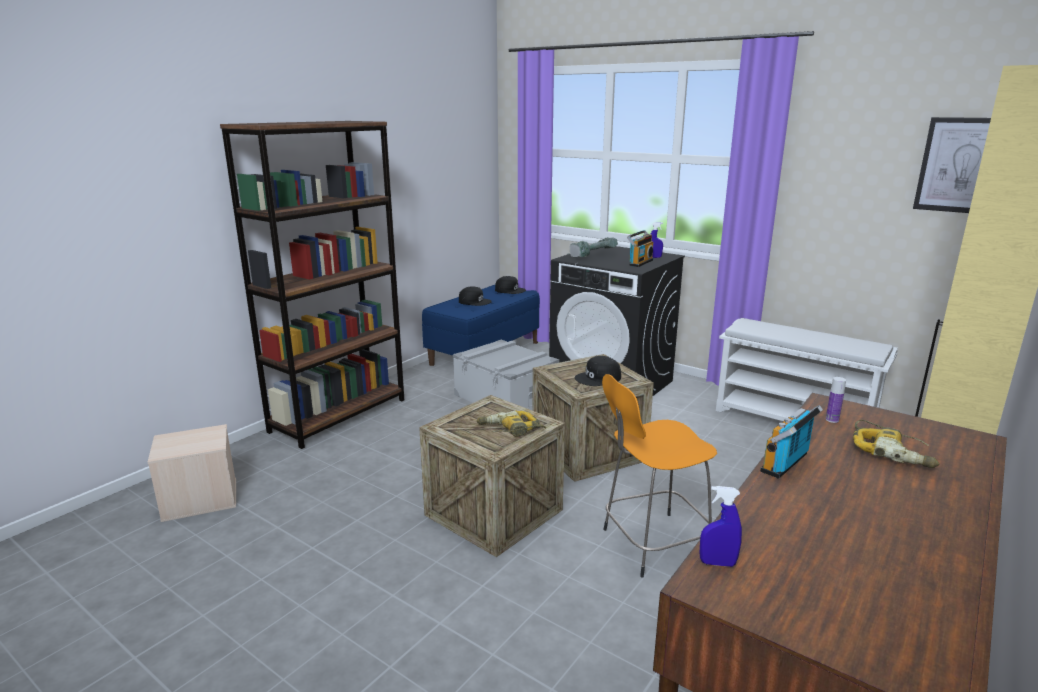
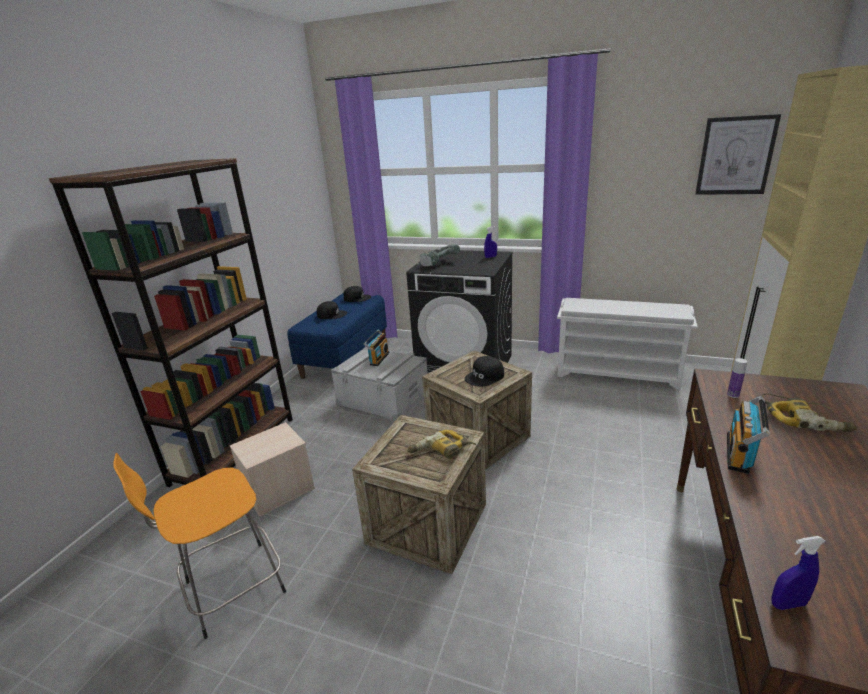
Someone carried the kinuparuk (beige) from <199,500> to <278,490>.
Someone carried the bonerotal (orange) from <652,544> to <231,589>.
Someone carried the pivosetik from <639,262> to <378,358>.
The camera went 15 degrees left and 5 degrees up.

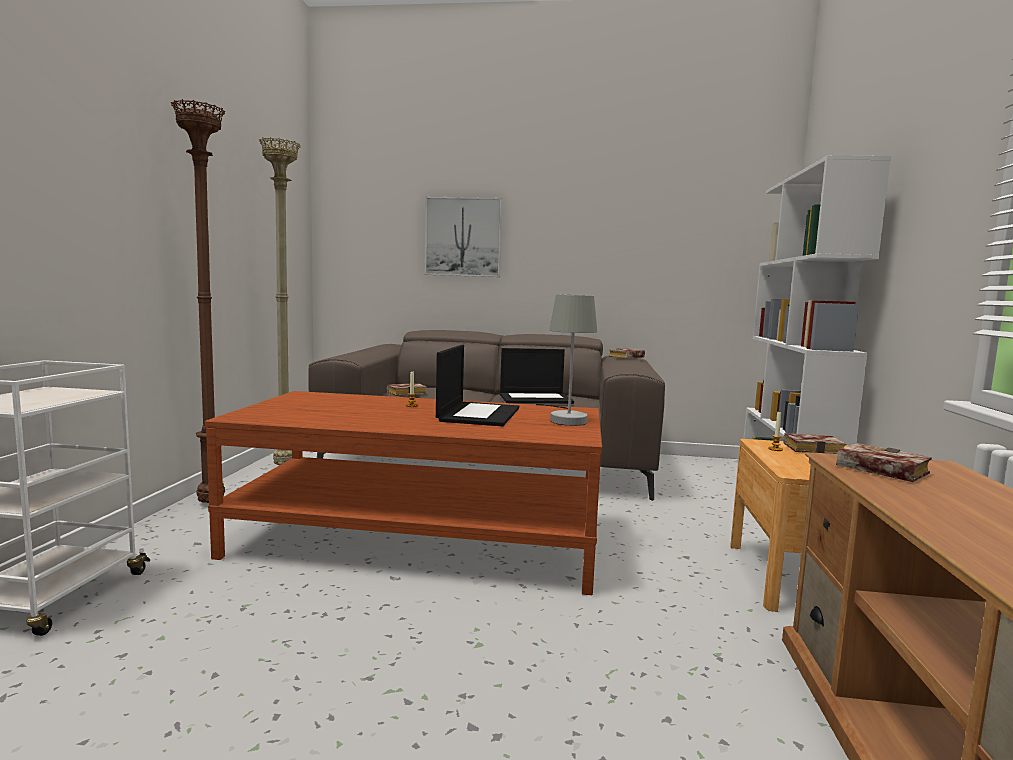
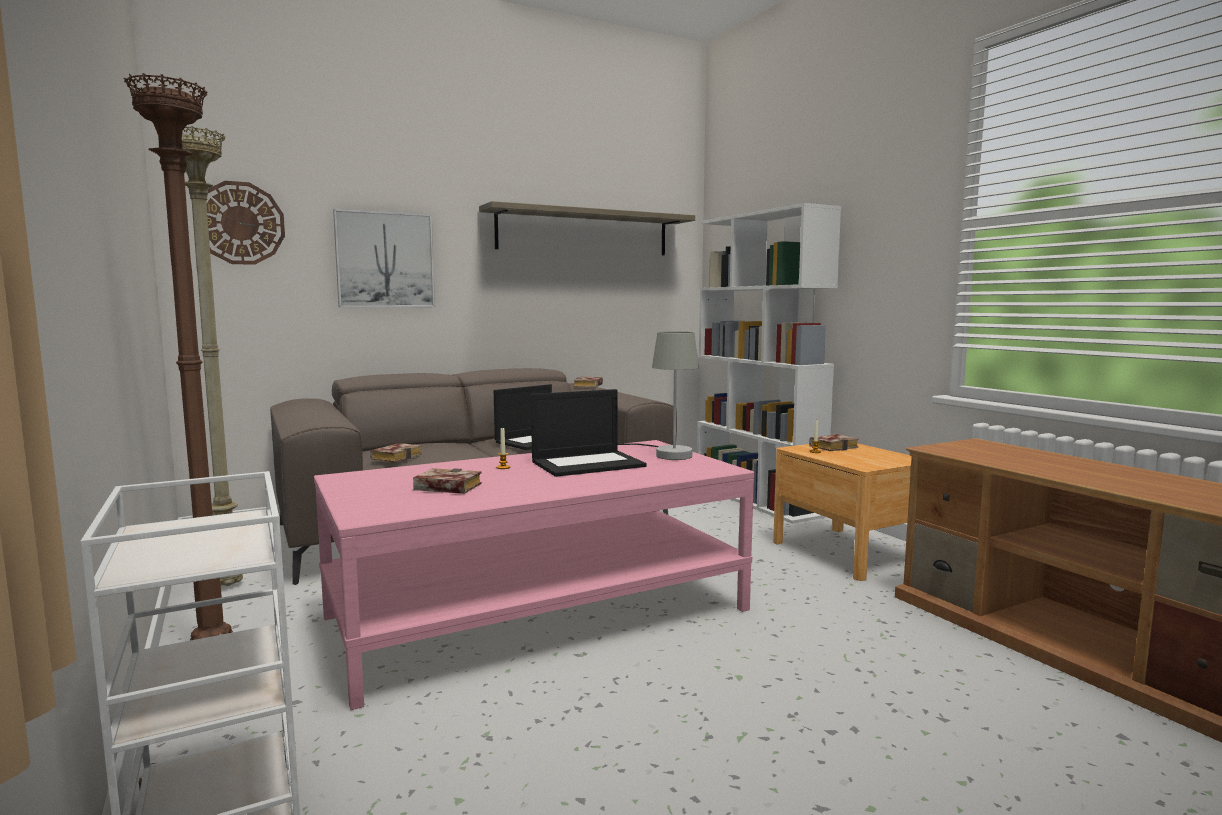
Someone put up the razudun at <240,223>.
Someone put up the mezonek at <584,232>.
Someone carried the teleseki from <877,470> to <445,488>.
Someone repainted the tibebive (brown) at <420,539>, which became the tibebive (pink) at <540,613>.
Someone rotated the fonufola at <478,414> by 90 degrees clockwise.
The camera went 35 degrees left and 0 degrees up.

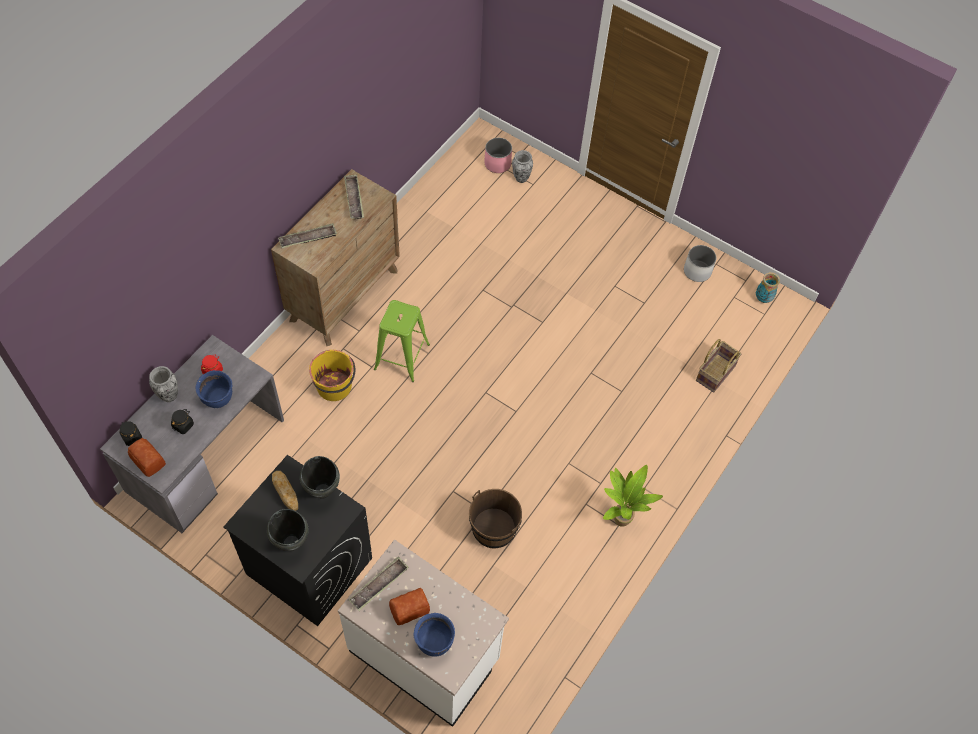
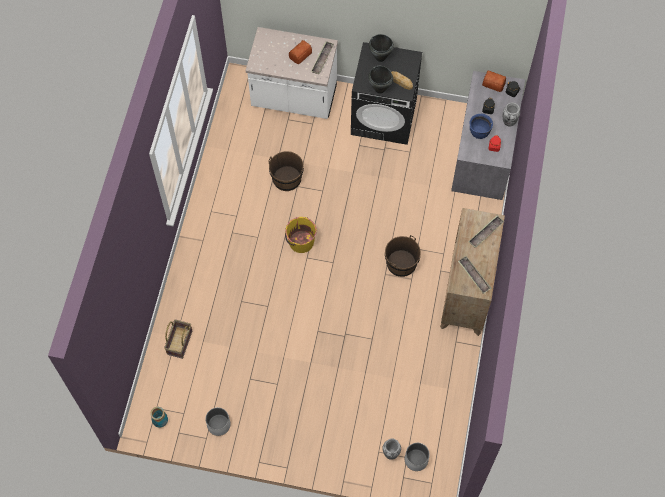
Someone took away the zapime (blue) at <434,641>.
Someone took away the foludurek at <619,518>.
Someone carried the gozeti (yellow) from <334,387> to <301,242>.
Someone swapped the bonerotal (green) at <401,357> for the gozeti (brown) at <401,263>.
Someone repainted the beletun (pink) at <497,164>, which became the beletun (white) at <416,459>.
The camera went 160 degrees right and 5 degrees up.

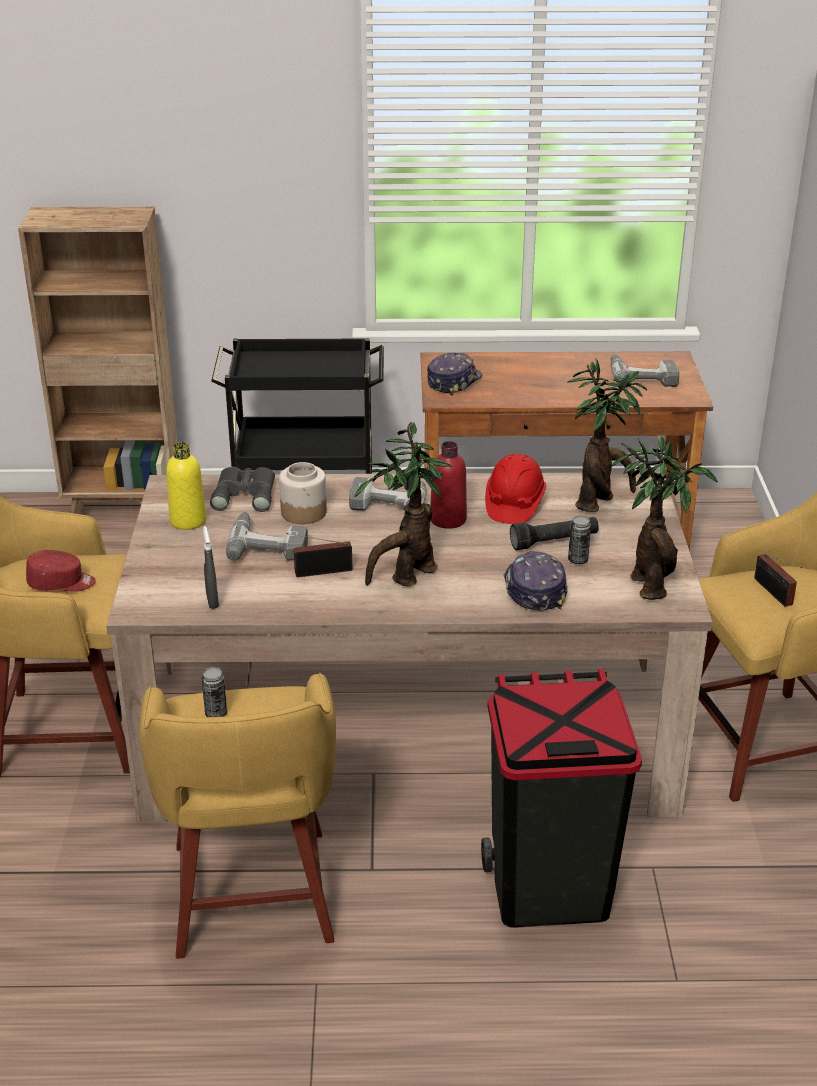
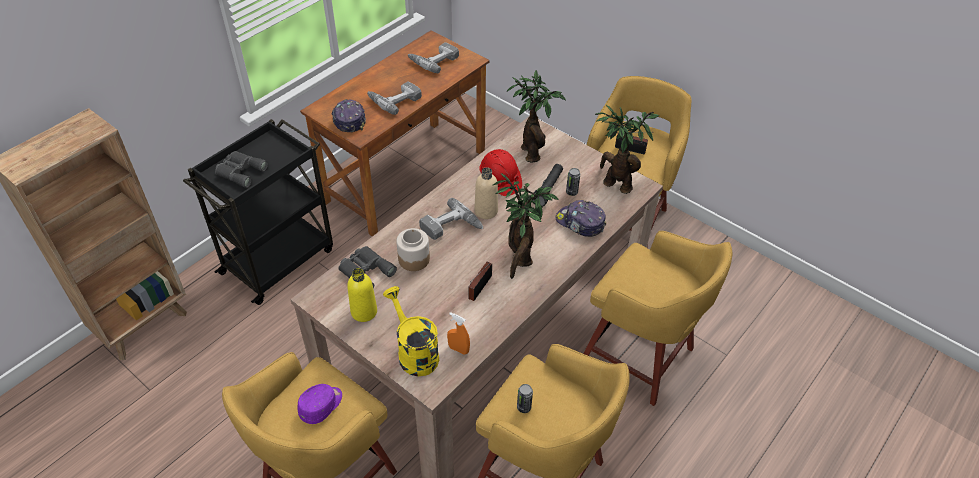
Someone put down the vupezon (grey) at <240,171>.
Someone put down the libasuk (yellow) at <414,352>.
Someone carried the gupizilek from <269,544> to <394,99>.
Someone swapped the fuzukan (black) at <549,889> for the bonerotal (yellow) at <640,357>.
Someone repainted the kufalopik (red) at <61,583>, which became the kufalopik (purple) at <321,406>.
Someone repainted the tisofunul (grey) at <212,601>, which became the tisofunul (orange) at <458,349>.
Someone repainted the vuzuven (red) at <448,519>, which became the vuzuven (beige) at <486,211>.
The camera went 50 degrees left and 15 degrees up.

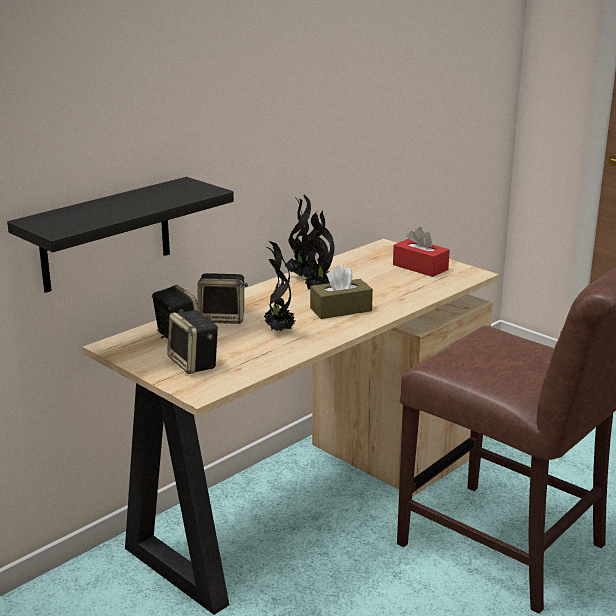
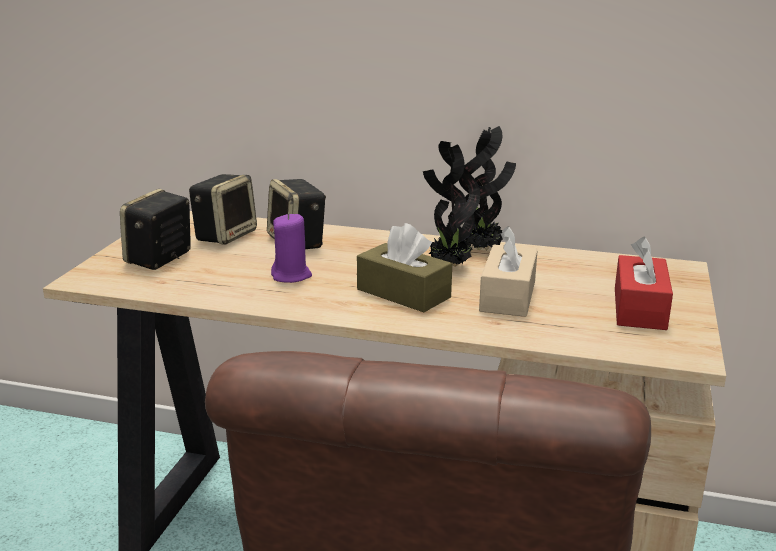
Someone took away the mezonek (black) at <106,235>.
Someone put down the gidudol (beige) at <508,296>.
Someone swapped the foludurek at <278,331> for the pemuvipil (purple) at <291,276>.
The camera went 60 degrees right and 0 degrees up.

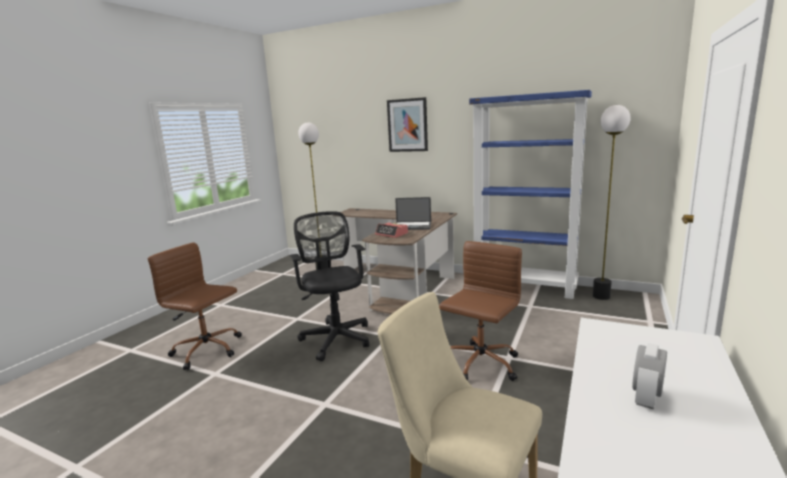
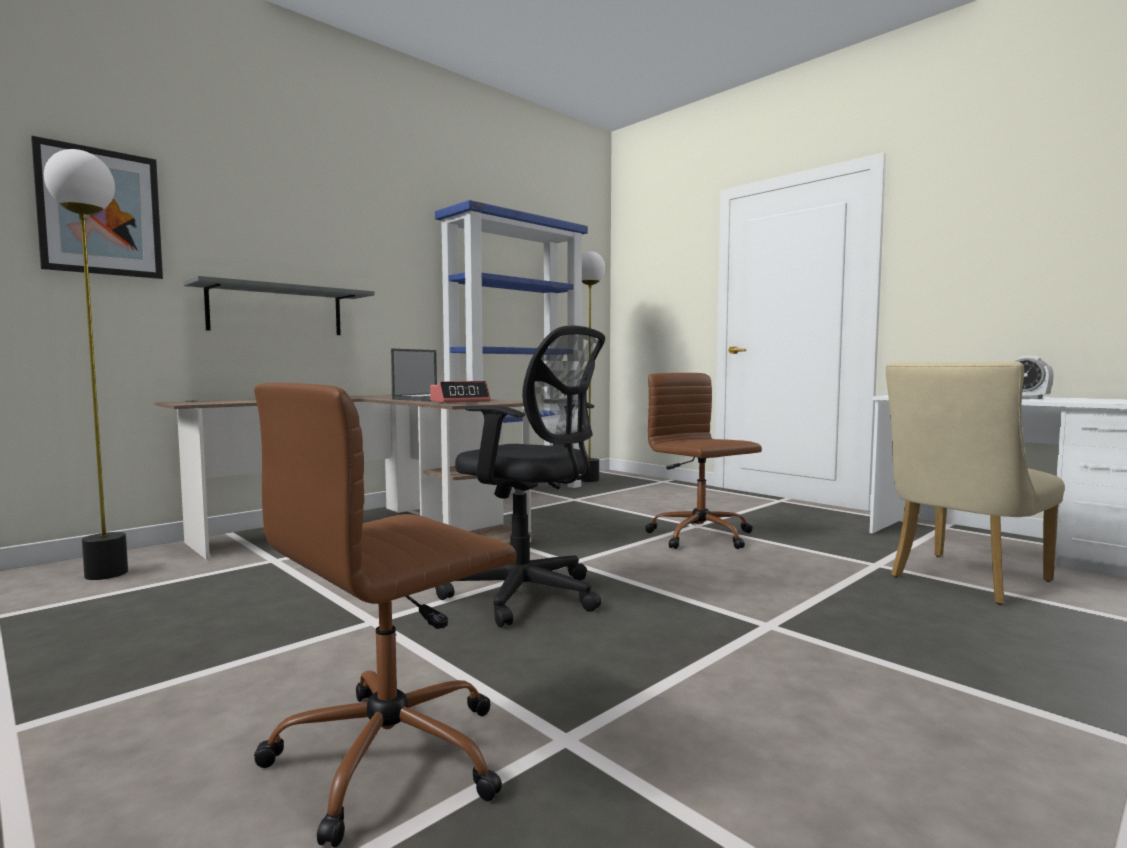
Someone put up the mezonek (grey) at <276,310>.
Someone carried the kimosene from <407,125> to <100,212>.
Someone rotated the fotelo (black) at <336,337> by 150 degrees counterclockwise.
The camera went 70 degrees left and 10 degrees down.

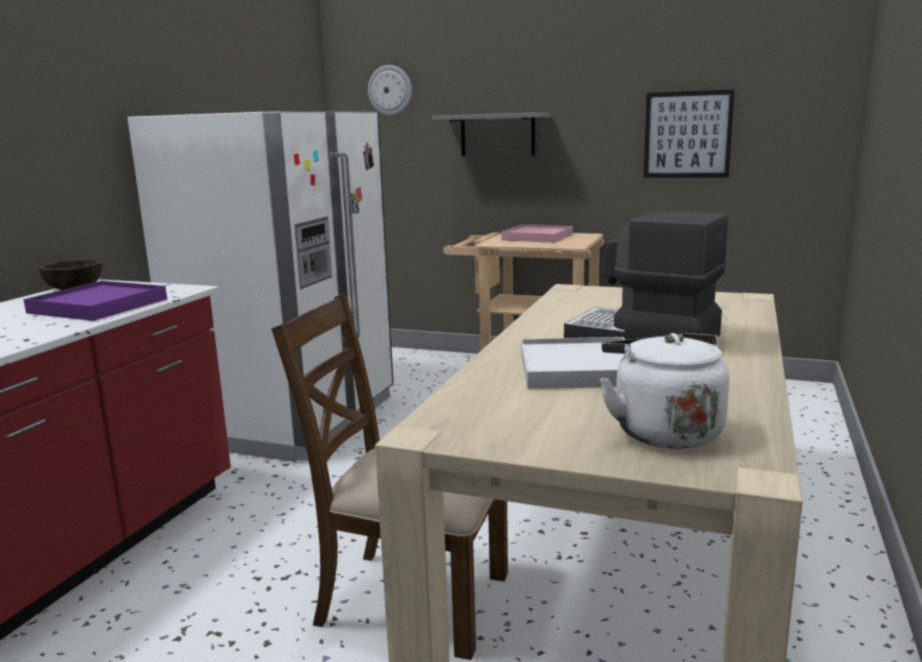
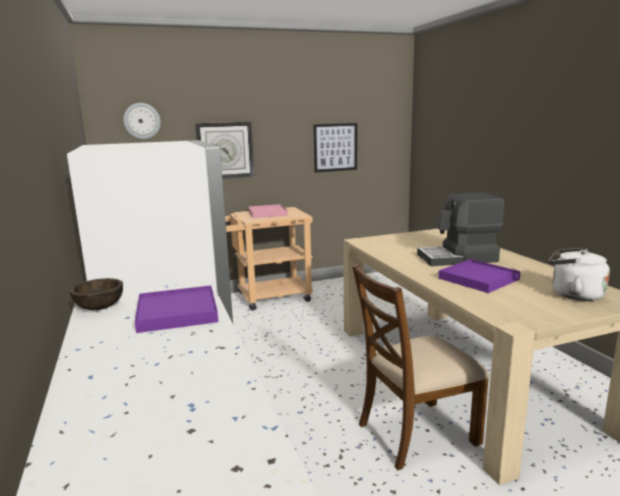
Someone swapped the mezonek (grey) at <497,134> for the razudun at <225,150>.
Someone repainted the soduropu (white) at <578,369>, which became the soduropu (purple) at <478,279>.
The camera went 40 degrees left and 0 degrees up.

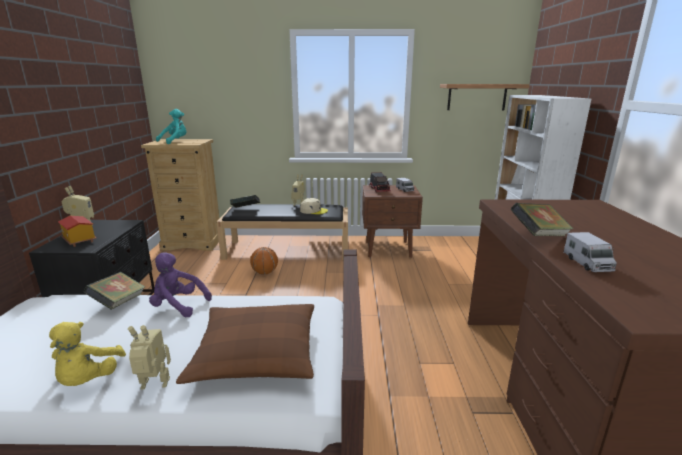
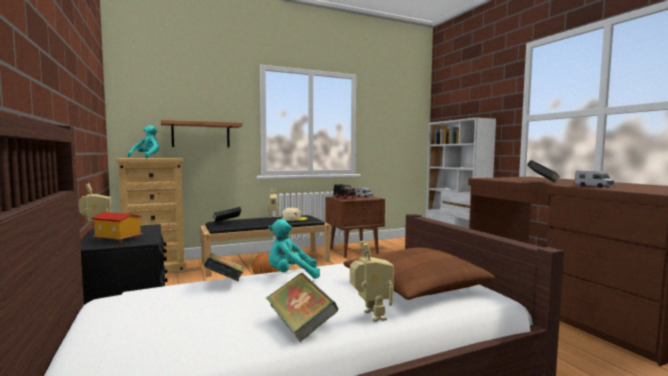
Someone carried the mezonek from <477,97> to <201,135>.
Someone swapped the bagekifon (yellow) at <89,379> for the teleseki at <300,325>.
Someone repainted the bagekifon (purple) at <178,306>, which became the bagekifon (turquoise) at <291,275>.
Someone rotated the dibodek at <154,386> by 105 degrees clockwise.
The camera went 25 degrees left and 15 degrees down.

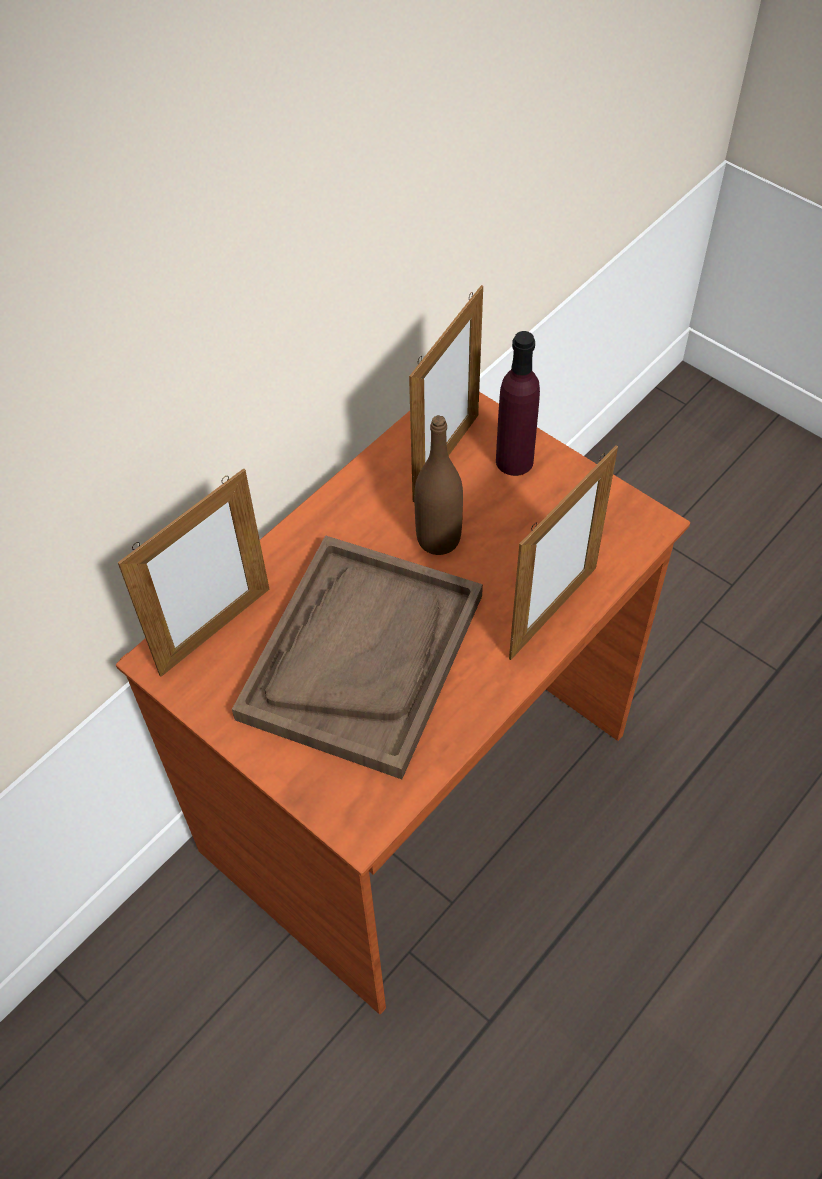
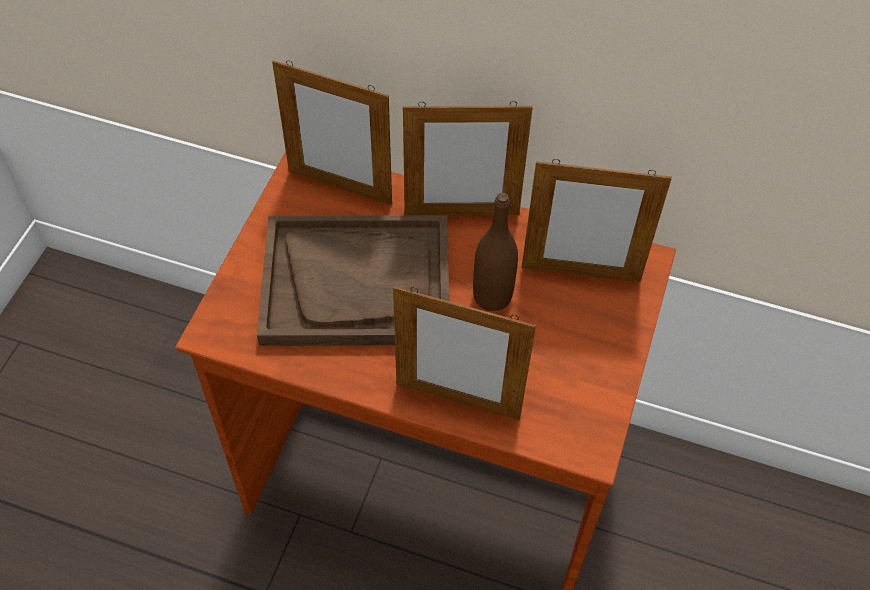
Someone took away the vuzuven (purple) at <514,461>.
Someone put down the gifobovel at <461,214>.
The camera went 65 degrees right and 0 degrees up.

